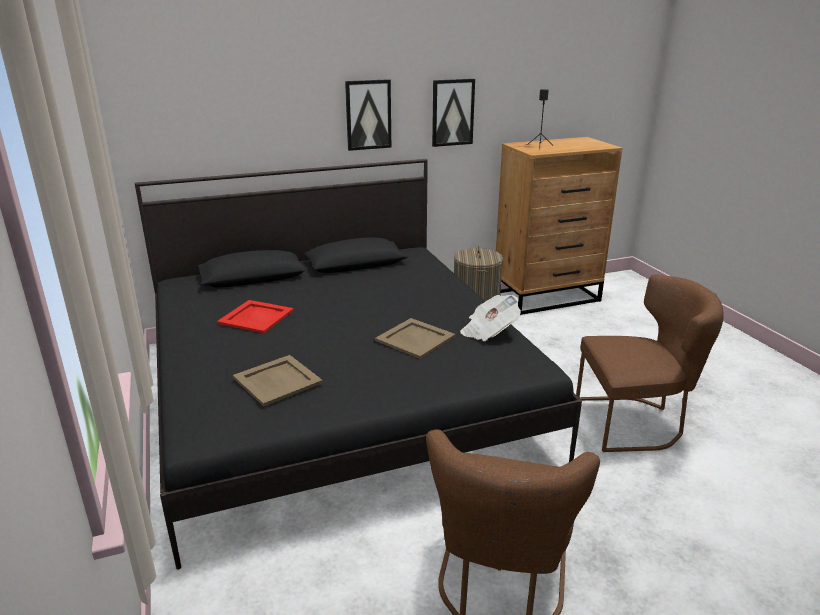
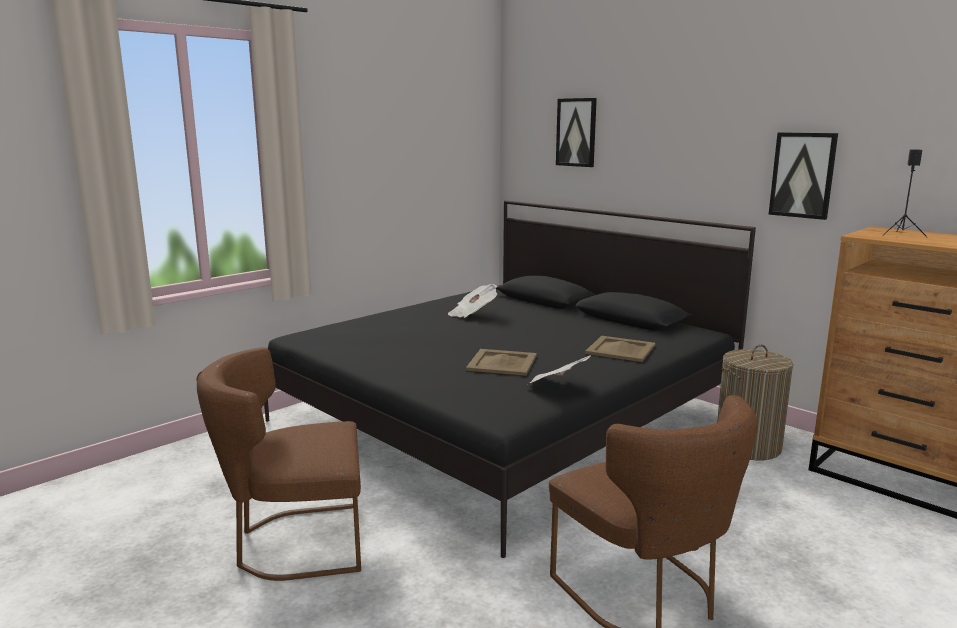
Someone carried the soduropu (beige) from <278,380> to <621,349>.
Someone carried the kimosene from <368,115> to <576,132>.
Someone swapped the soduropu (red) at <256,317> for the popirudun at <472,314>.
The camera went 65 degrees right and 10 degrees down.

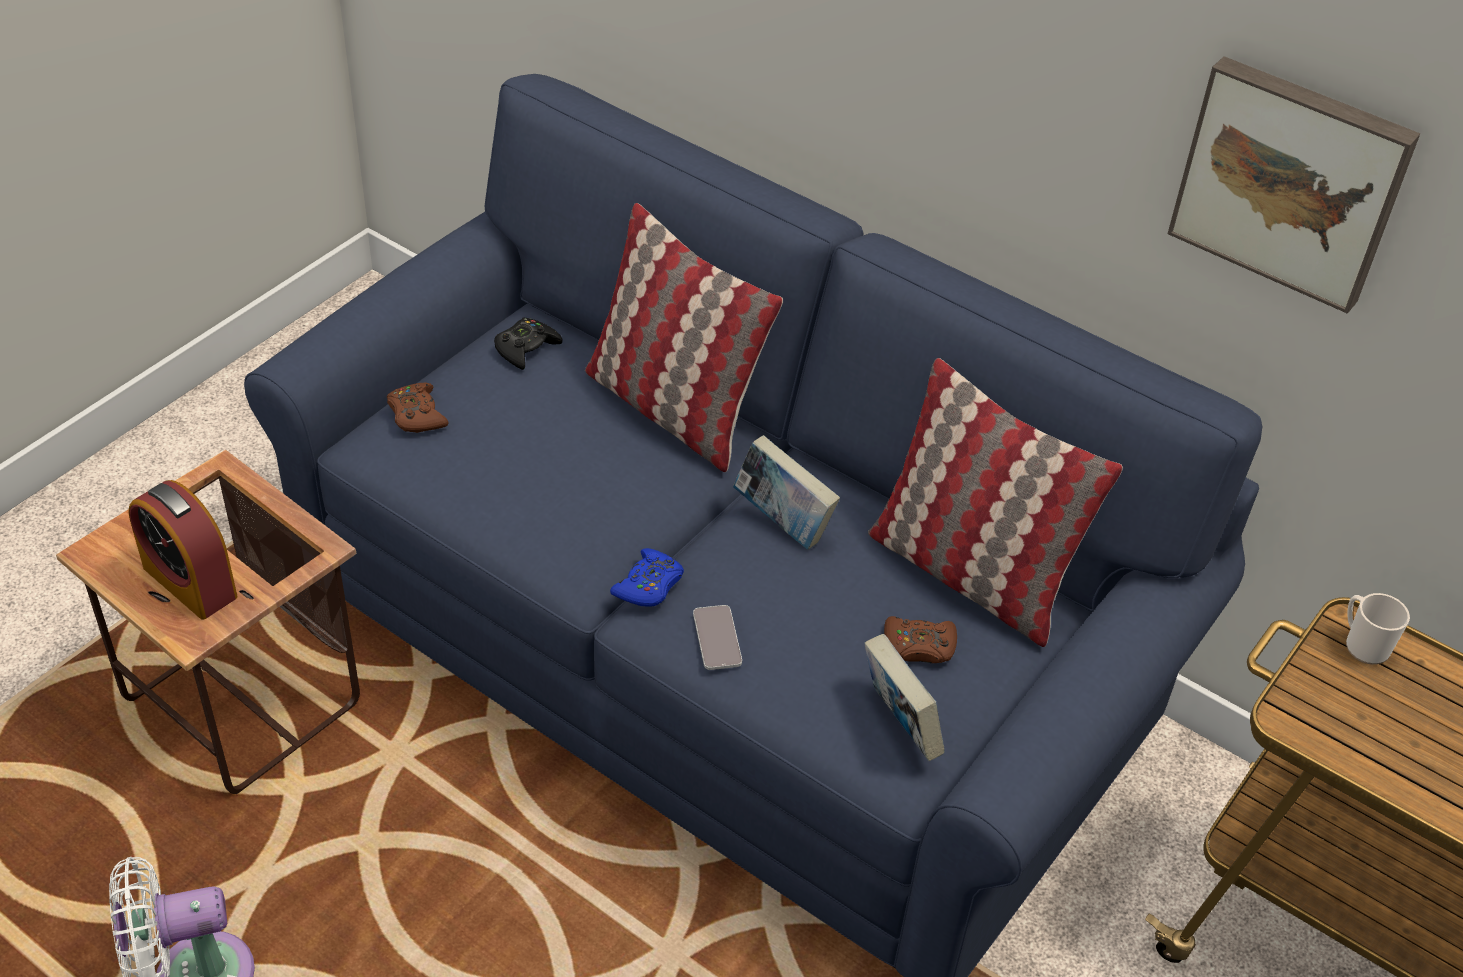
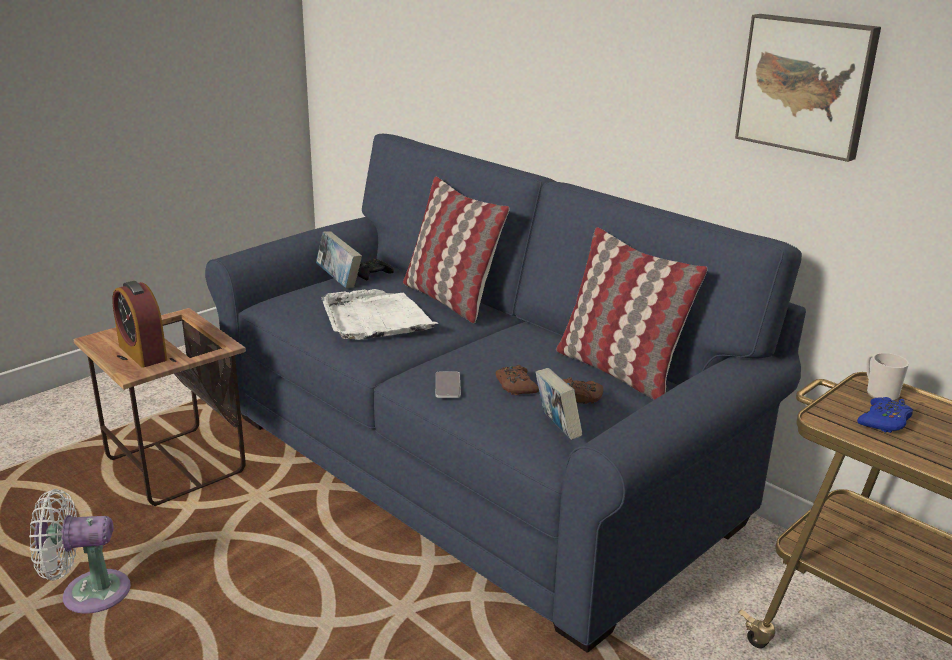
Someone put down the soduropu (white) at <376,319>.
Someone carried the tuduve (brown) from <416,415> to <515,386>.
Someone carried the tuduve (blue) from <649,585> to <884,422>.
Someone carried the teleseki from <782,522> to <339,281>.
The camera went 10 degrees right and 20 degrees down.

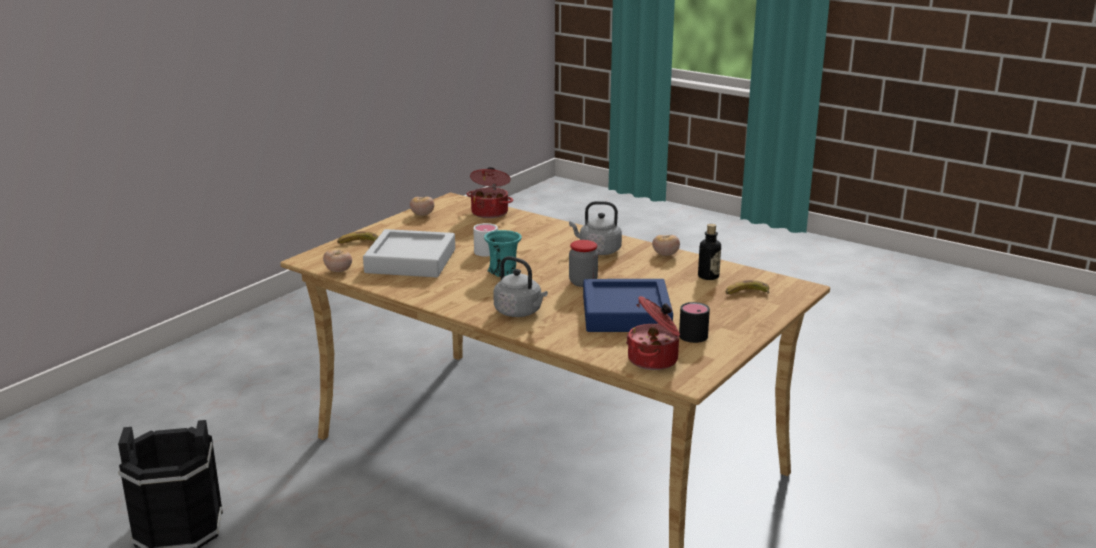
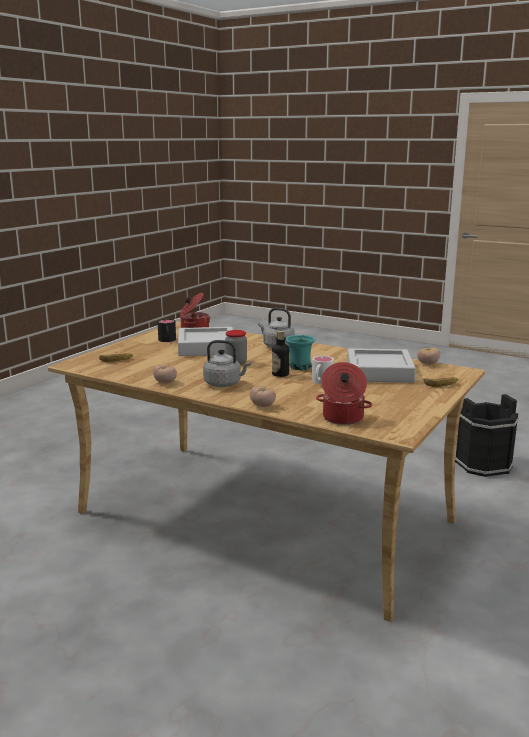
Someone carried the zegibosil from <422,215> to <262,406>.
Someone carried the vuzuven from <708,276> to <280,374>.
Someone repainted the soduropu (blue) at <626,314>, which became the soduropu (grey) at <206,347>.
The camera went 175 degrees right and 5 degrees down.

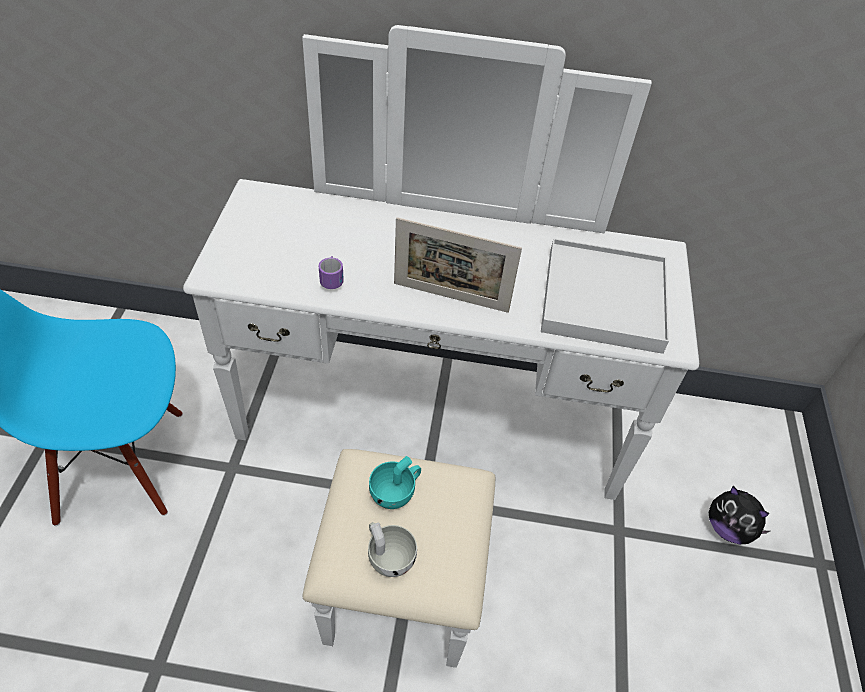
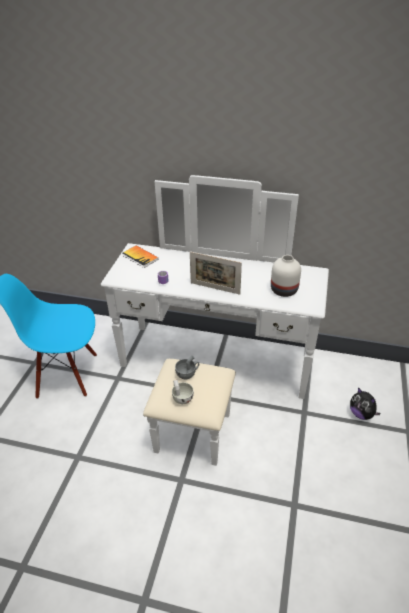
Someone put down the teleseki at <140,257>.
Someone swapped the soduropu (white) at <603,299> for the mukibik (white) at <284,290>.
Someone repainted the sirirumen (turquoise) at <396,492>, which became the sirirumen (grey) at <188,373>.
The camera went 10 degrees right and 10 degrees down.

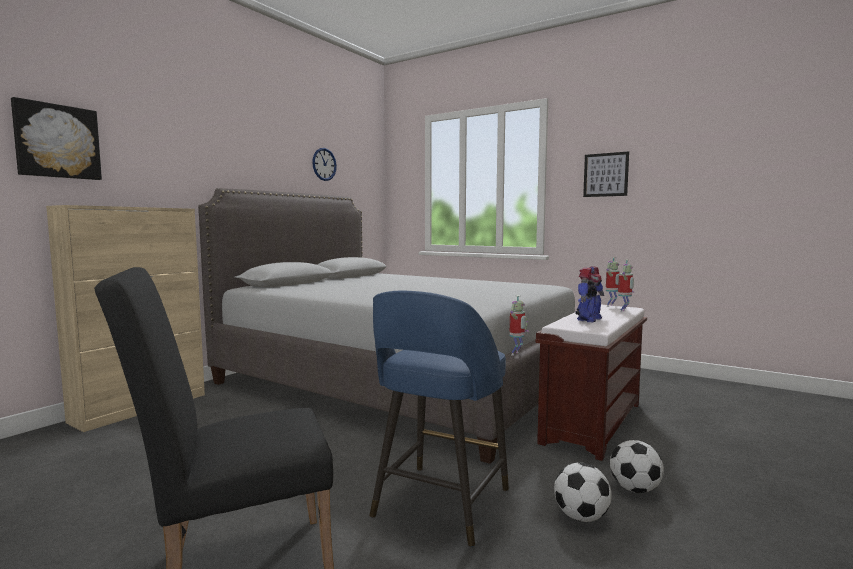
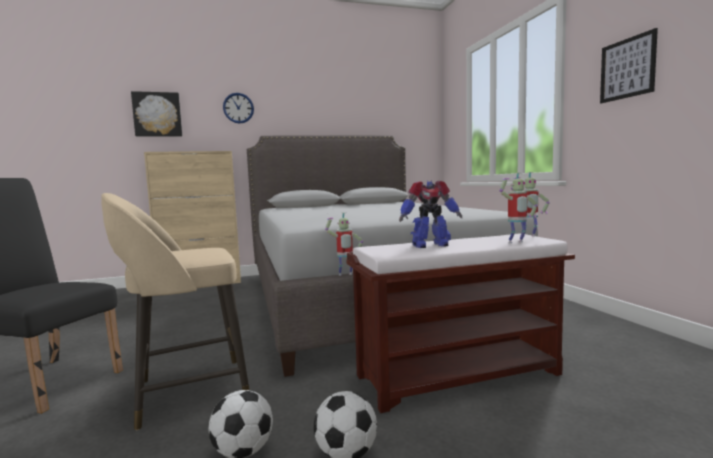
Someone carried the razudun from <324,164> to <238,108>.
Someone repainted the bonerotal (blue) at <439,505>, which became the bonerotal (beige) at <188,392>.
The camera went 40 degrees right and 0 degrees up.

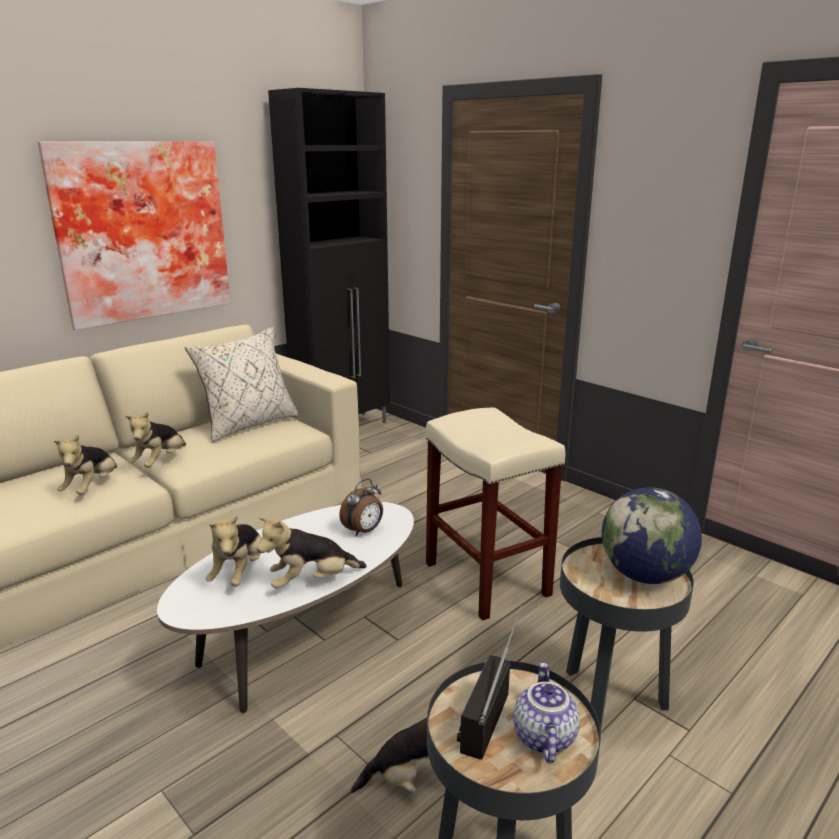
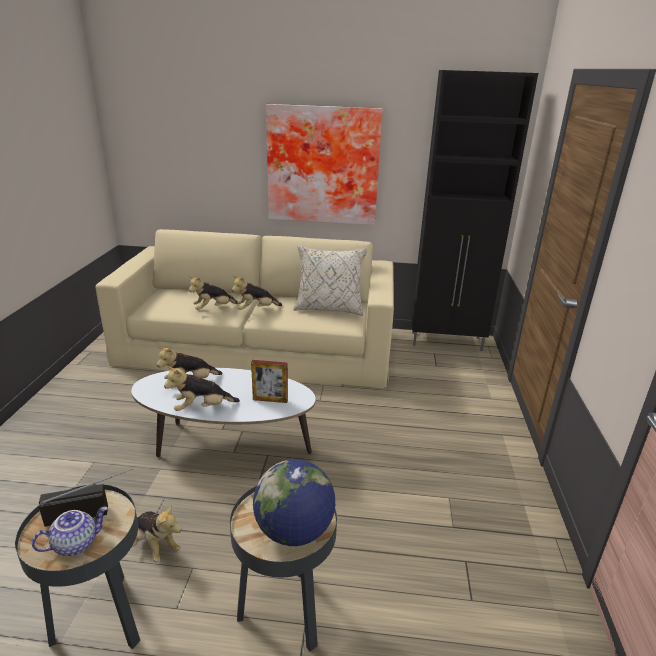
Someone took away the bonerotal (beige) at <485,578>.
Someone swapped the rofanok at <364,531> for the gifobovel at <270,400>.
Someone rotated the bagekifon at <311,581> by 45 degrees counterclockwise.
The camera went 50 degrees right and 5 degrees up.

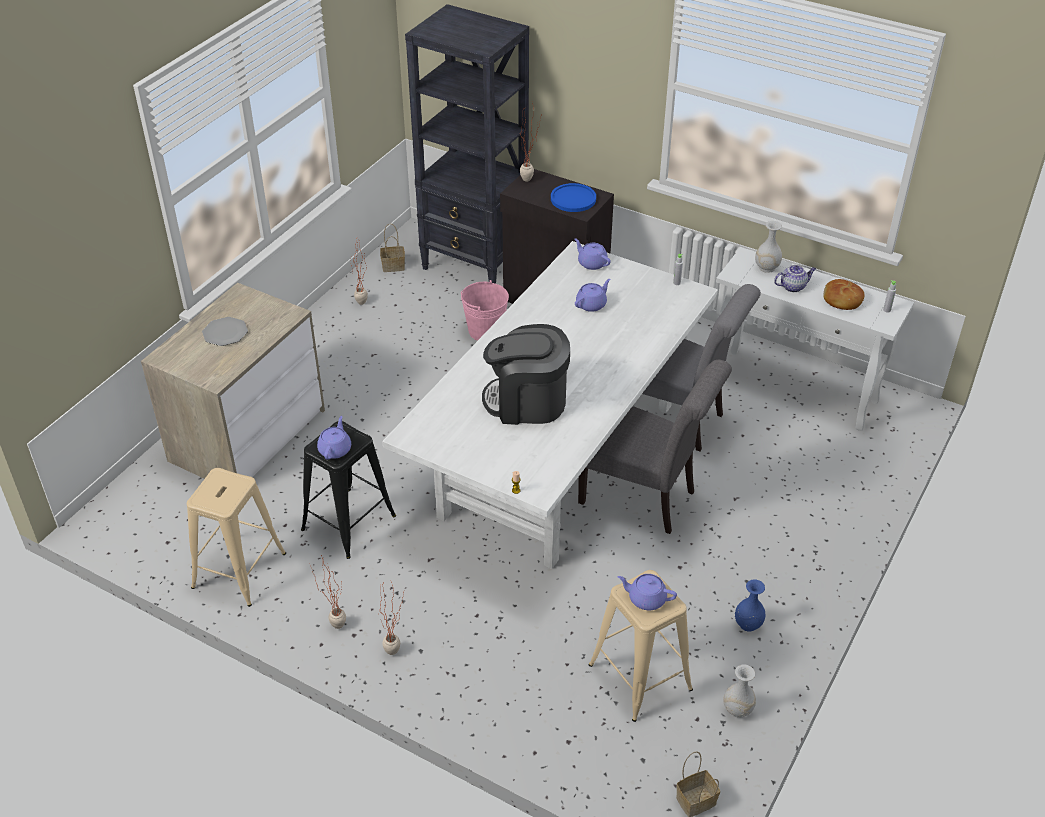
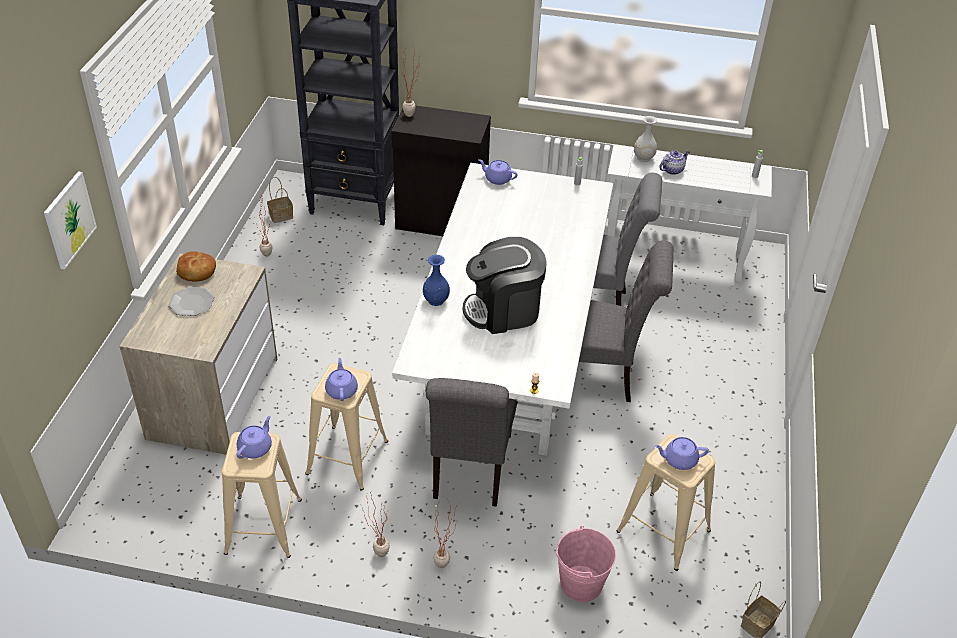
Someone took away the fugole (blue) at <573,199>.
Someone took away the mukibik (white) at <737,709>.
Someone put up the kimosene at <69,219>.
Someone put down the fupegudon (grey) at <470,471>.
Someone carried the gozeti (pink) from <485,331> to <581,583>.
Someone carried the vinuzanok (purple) from <591,304> to <255,448>.
Someone carried the mukibik (blue) from <747,624> to <435,300>.
Someone carried the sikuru from <842,300> to <196,272>.
Someone repainted the bonerotal (black) at <348,523>, which became the bonerotal (beige) at <347,457>.
The camera went 20 degrees left and 0 degrees up.

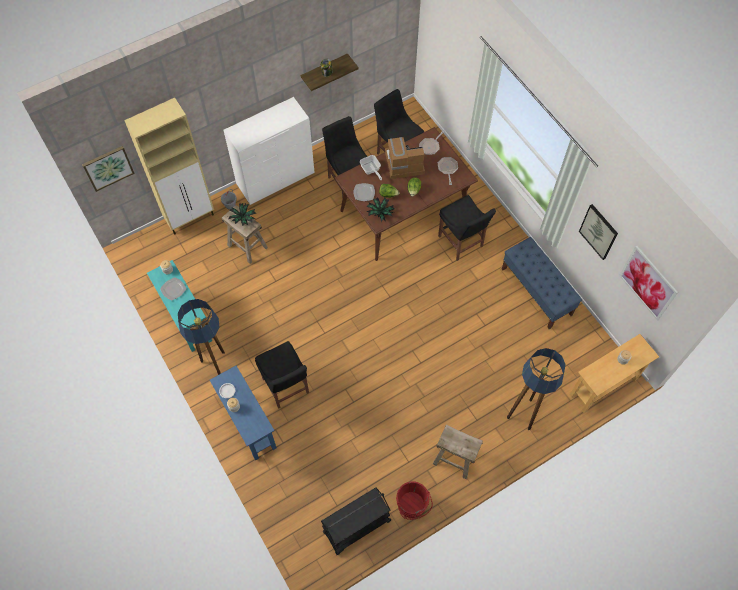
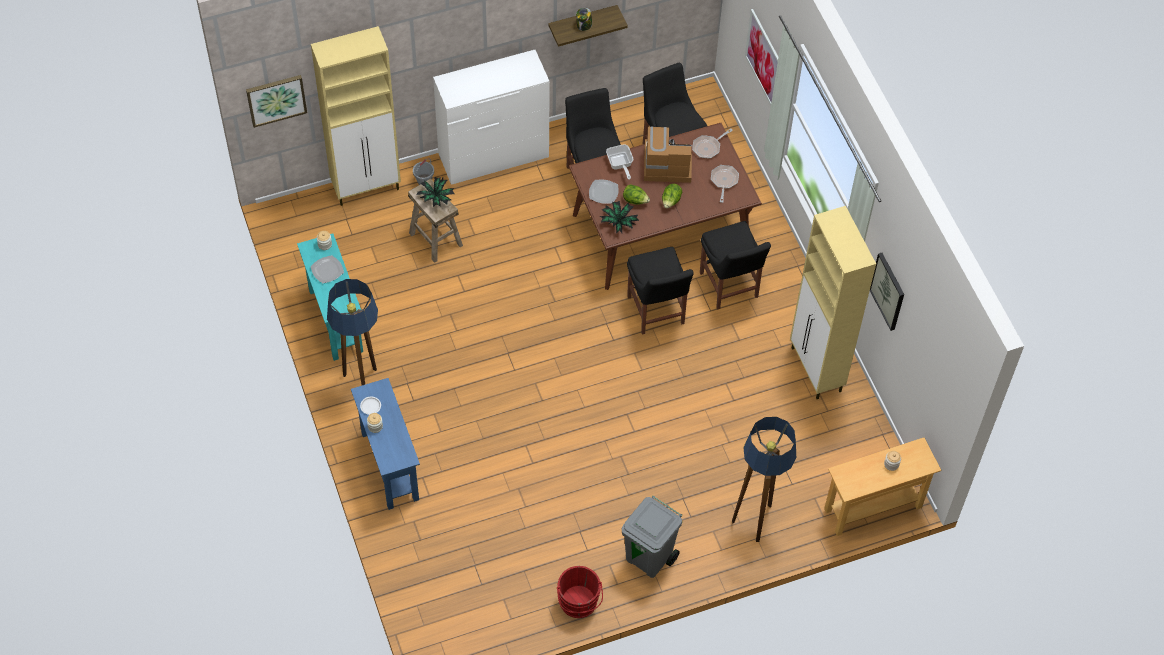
Someone took away the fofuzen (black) at <356,527>.
Someone carried the fupegudon (black) from <286,388> to <656,313>.
Someone carried the kimosene from <648,283> to <763,58>.
Someone swapped the bonerotal (beige) at <455,458> for the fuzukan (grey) at <649,558>.
Someone swapped the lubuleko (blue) at <536,292> for the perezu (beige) at <816,370>.
The camera went 10 degrees right and 5 degrees down.

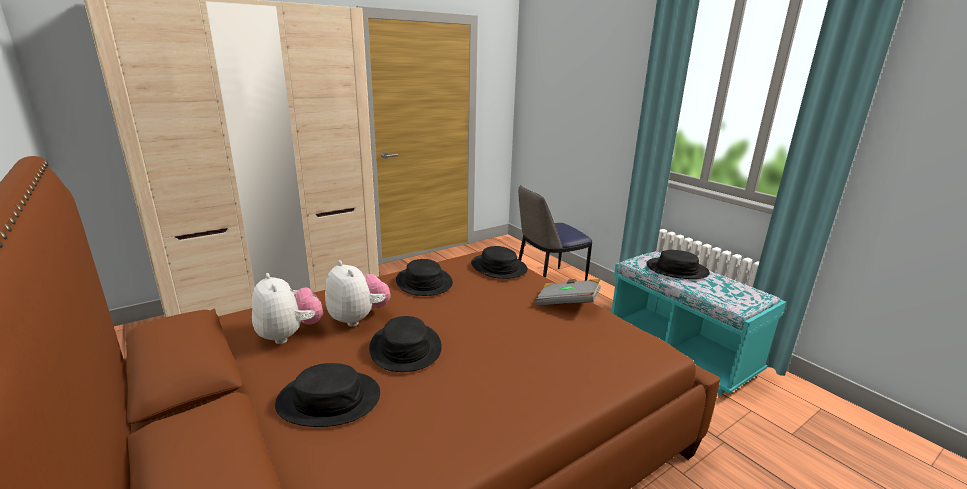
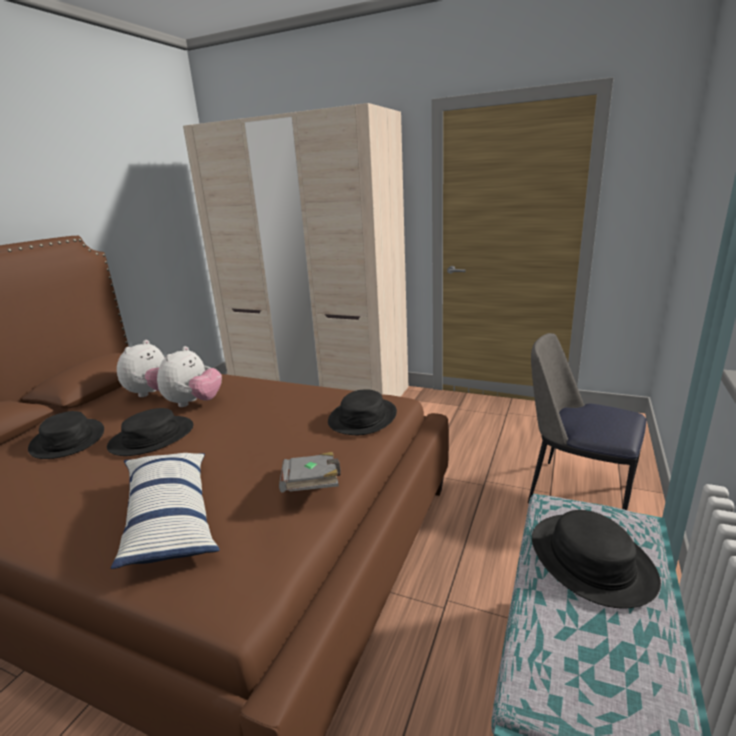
Someone took away the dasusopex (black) at <423,282>.
Someone put down the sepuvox at <170,517>.
The camera went 60 degrees right and 0 degrees up.

